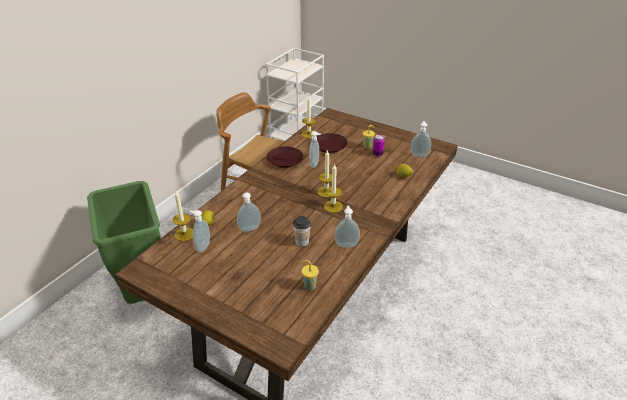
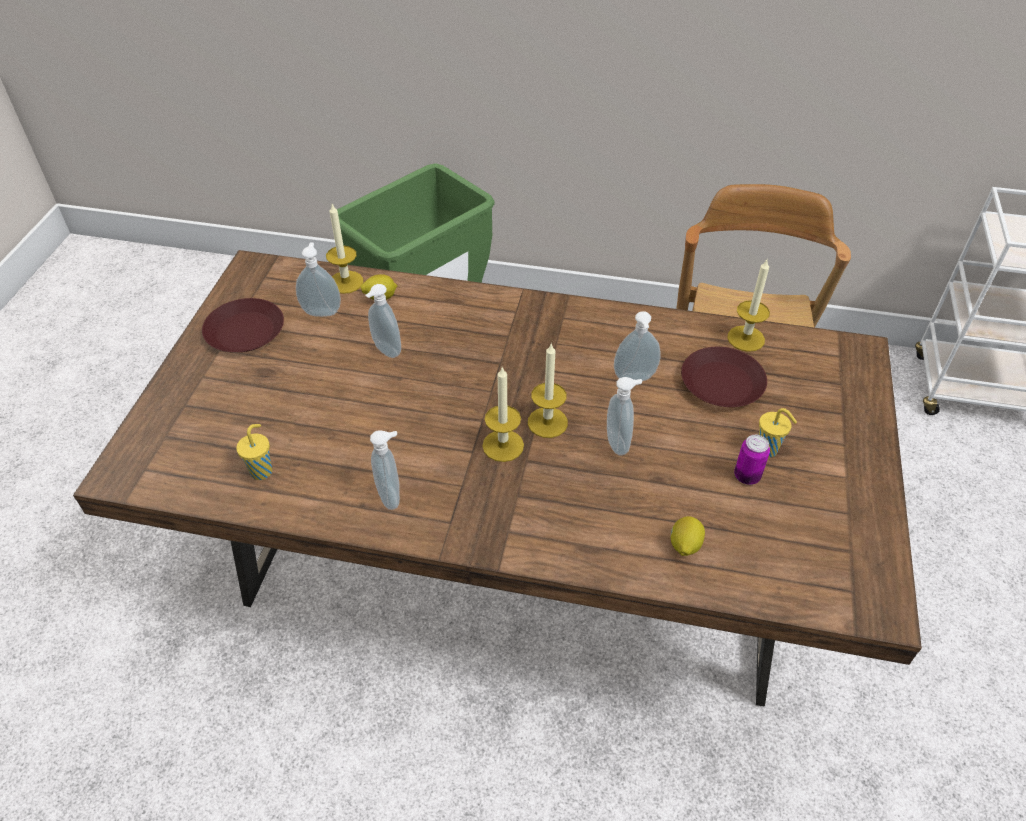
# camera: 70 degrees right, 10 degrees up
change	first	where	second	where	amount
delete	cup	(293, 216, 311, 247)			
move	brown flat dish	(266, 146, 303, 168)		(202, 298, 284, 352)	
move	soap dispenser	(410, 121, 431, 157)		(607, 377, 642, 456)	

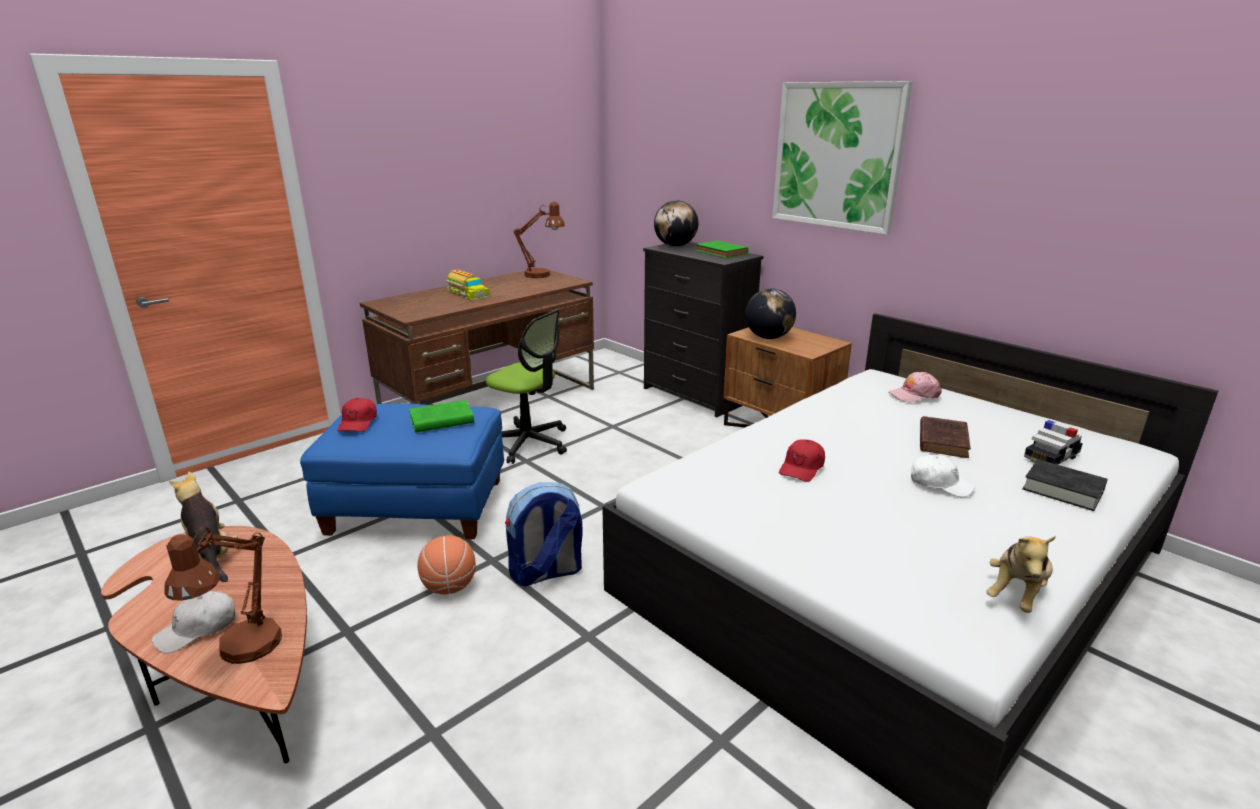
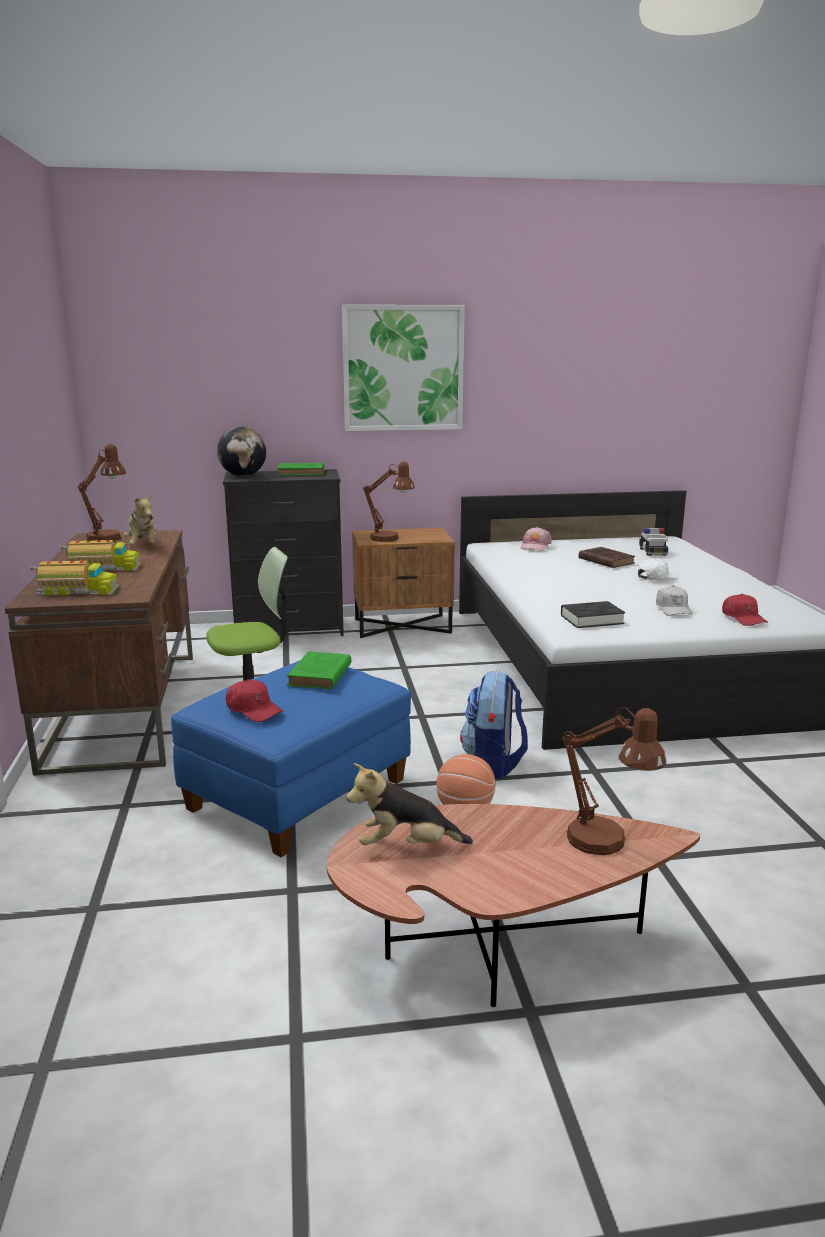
# camera: 55 degrees left, 5 degrees down
change	first	where	second	where	amount
insert			model truck	(30, 561, 118, 596)	
move	whitish peaked cap	(152, 591, 235, 653)		(656, 585, 693, 616)	
move	red peaked cap	(779, 439, 825, 482)		(722, 594, 768, 626)	
move	soft toy	(987, 536, 1056, 613)		(123, 494, 157, 544)	
move	black-coloured volume	(1022, 459, 1108, 511)		(561, 601, 625, 628)	
replace	world globe	(745, 288, 796, 339)	brown table lamp	(363, 461, 415, 542)	

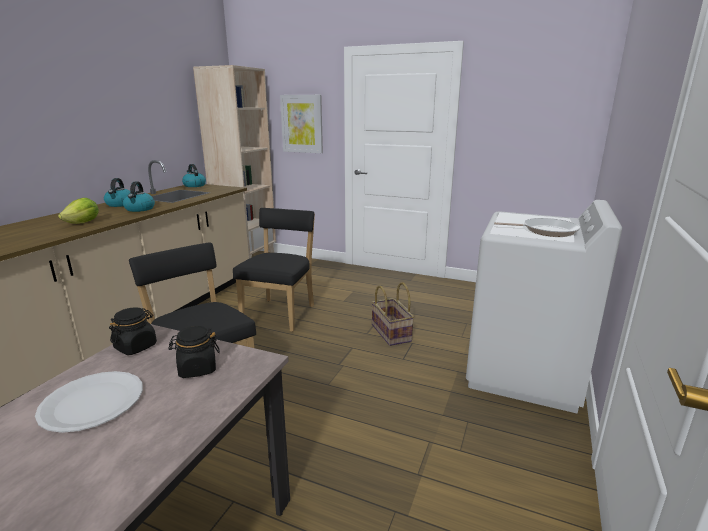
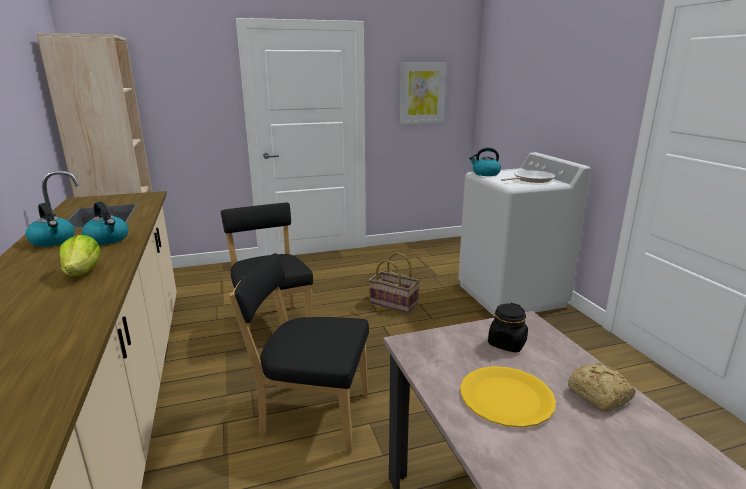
# camera: 40 degrees left, 0 degrees up
change	first	where	second	where	amount
delete	black-coloured storage jar	(109, 307, 157, 355)			
insert			bread	(568, 363, 635, 412)	
move	tea kettle	(182, 164, 206, 187)		(469, 147, 501, 176)	
move	wall picture	(280, 95, 323, 153)		(400, 62, 447, 124)	
recolor	whitish flat dish	(35, 371, 143, 433)	yellow flat dish	(460, 366, 556, 427)	

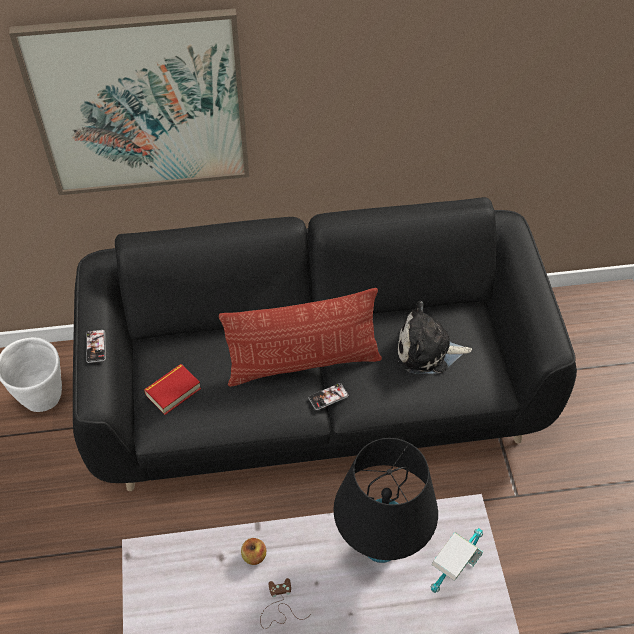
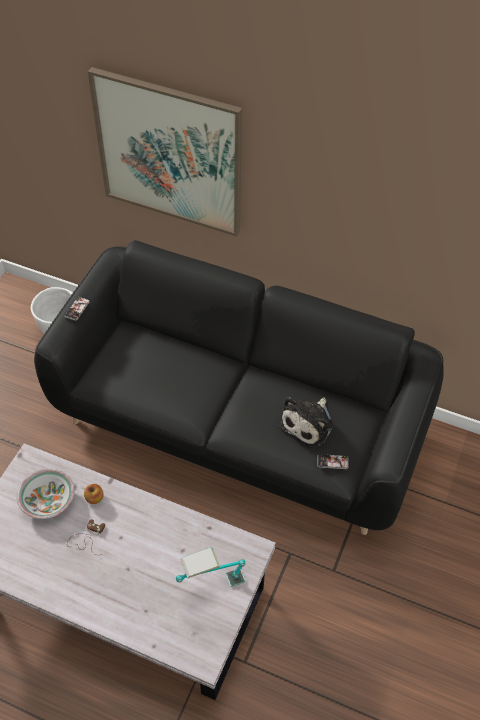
# camera: 30 degrees right, 0 degrees up
change	first	where	second	where	amount
delete	volume	(144, 364, 201, 415)			
delete	pillow	(219, 288, 382, 387)			
delete	black-coloured table lamp	(333, 438, 438, 563)			
insert			bowl	(17, 468, 75, 519)	
move	telephone	(308, 383, 348, 410)		(317, 454, 348, 469)	
rotate	soft toy	(398, 301, 472, 374)		(279, 397, 334, 448)	90 degrees counterclockwise

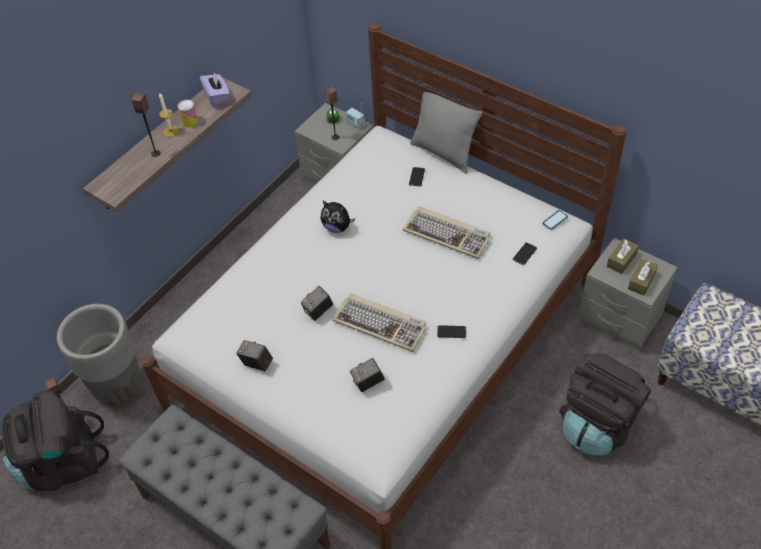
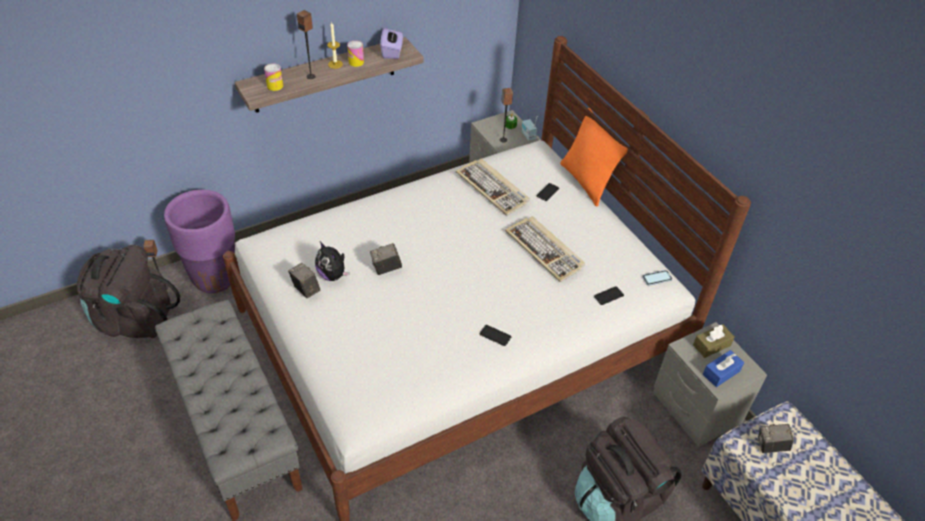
# camera: 20 degrees right, 5 degrees down
change	first	where	second	where	amount
insert			sealed can	(264, 63, 283, 91)	
move	soft toy	(320, 201, 355, 233)		(315, 242, 349, 281)	
move	keyboard	(333, 293, 426, 352)		(456, 159, 530, 216)	
move	photo camera	(350, 358, 385, 392)		(757, 424, 794, 453)	
recolor	grey planter	(57, 304, 141, 406)	purplish planter	(164, 189, 235, 293)	
recolor	grey pillow	(410, 83, 482, 173)	orangey pillow	(560, 108, 628, 207)	
recolor	brown tissue box	(628, 259, 658, 296)	bluish tissue box	(703, 350, 744, 387)	

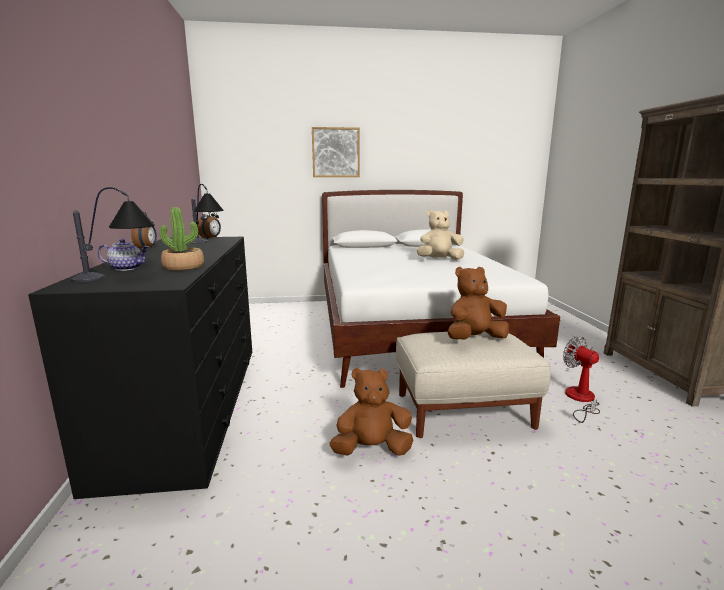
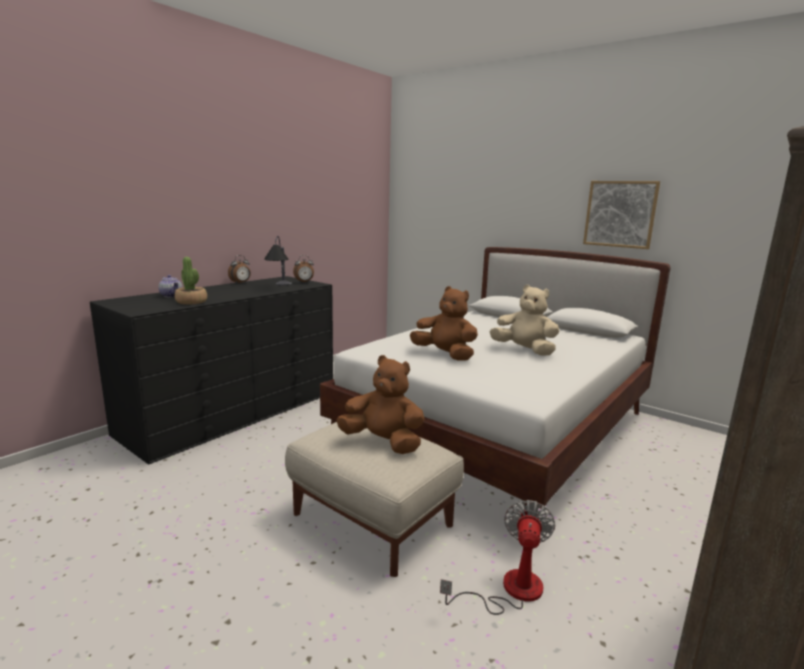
# camera: 45 degrees right, 0 degrees up
change	first	where	second	where	amount
delete	table lamp	(70, 187, 155, 282)			
move	wall picture	(312, 127, 360, 177)		(583, 181, 660, 249)	
move	brown soft toy	(330, 368, 413, 456)		(410, 286, 478, 361)	

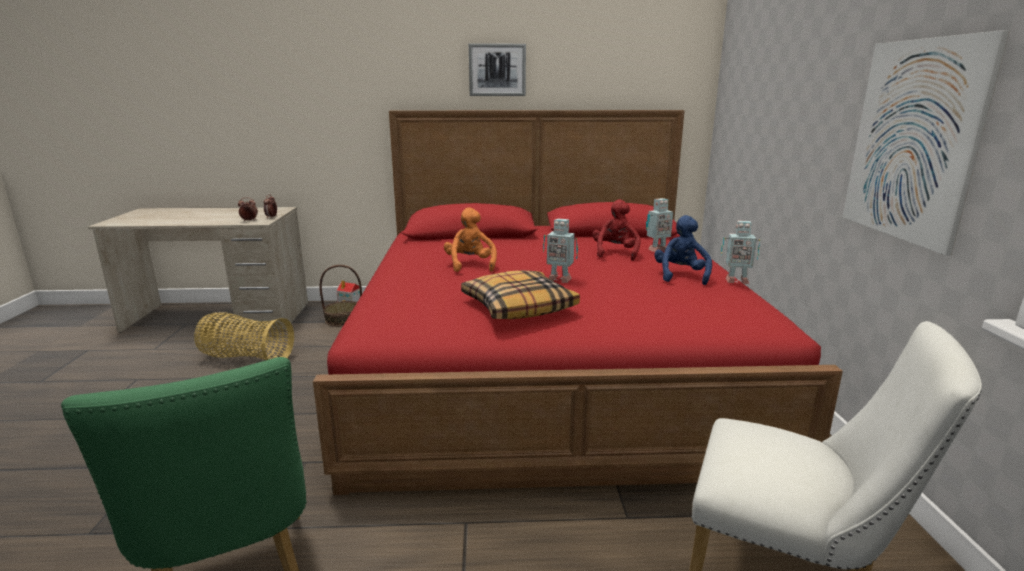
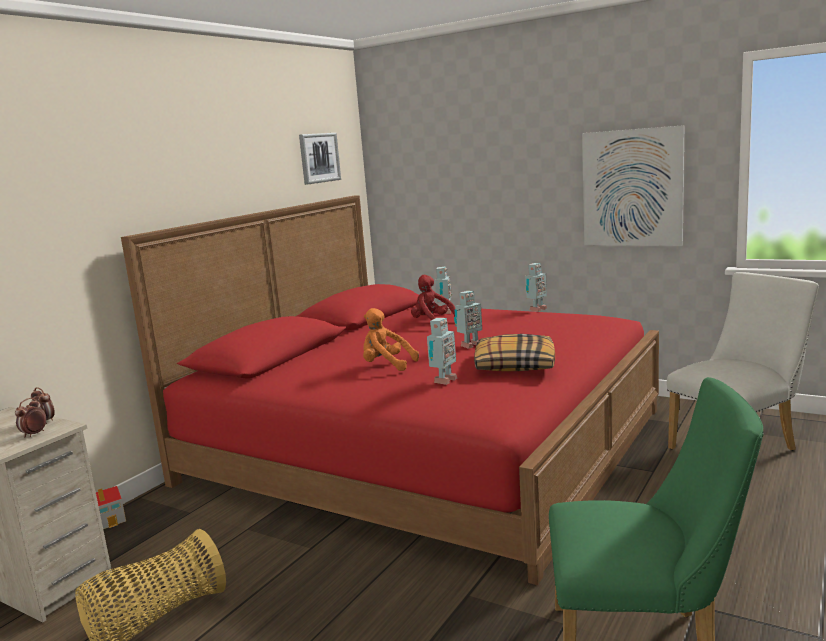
# camera: 55 degrees left, 5 degrees down
change	first	where	second	where	amount
delete	household basket	(320, 265, 362, 327)			
delete	bluish soft toy	(654, 215, 712, 285)			
insert			model robot	(427, 318, 457, 385)	
move	wall picture	(469, 44, 526, 96)		(299, 133, 341, 185)	

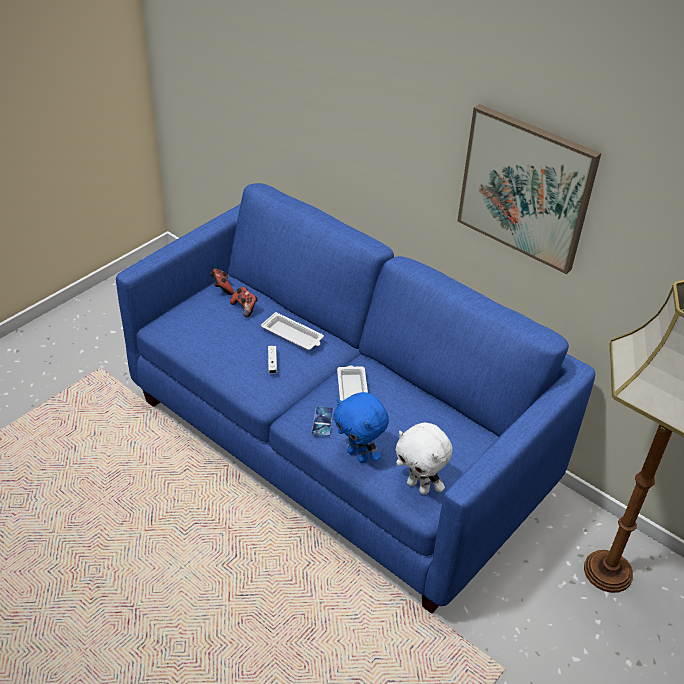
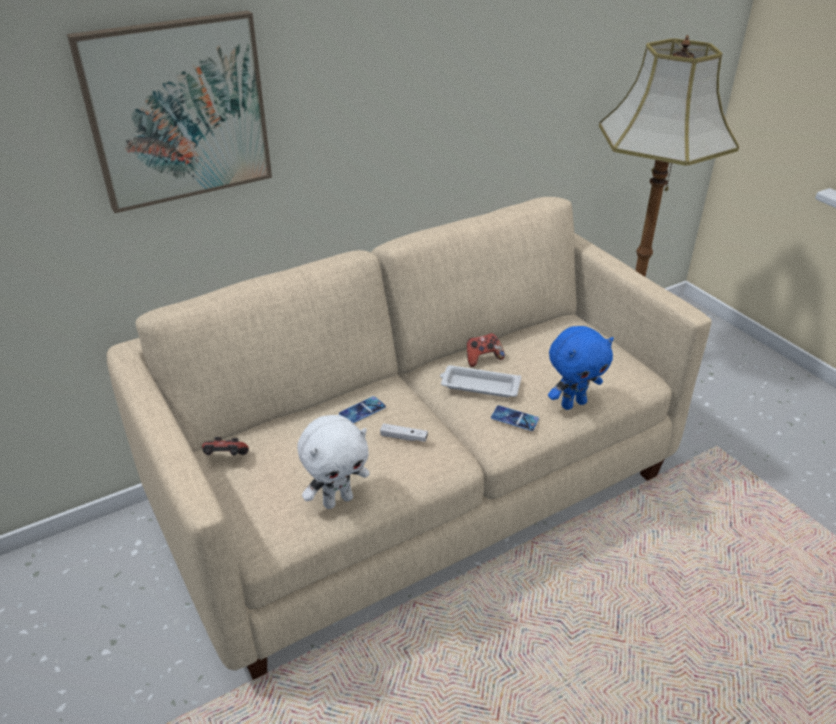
# camera: 70 degrees left, 5 degrees down
change	first	where	second	where	amount
move	game controller	(230, 287, 258, 318)		(467, 333, 505, 367)	
move	whitish soft toy	(396, 423, 453, 495)		(297, 415, 370, 509)	
move	wall picture	(457, 104, 601, 274)		(67, 11, 272, 213)	
replace	whitish serving tray	(261, 312, 324, 350)	telephone	(339, 396, 386, 423)	
recolor	bluish couch	(116, 183, 595, 614)	beige couch	(107, 197, 712, 680)	

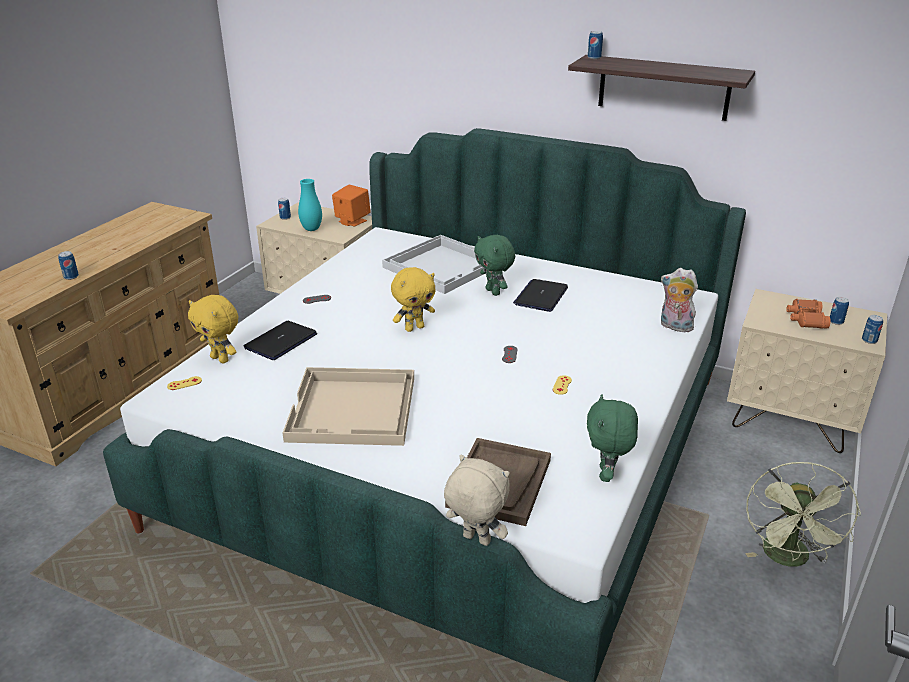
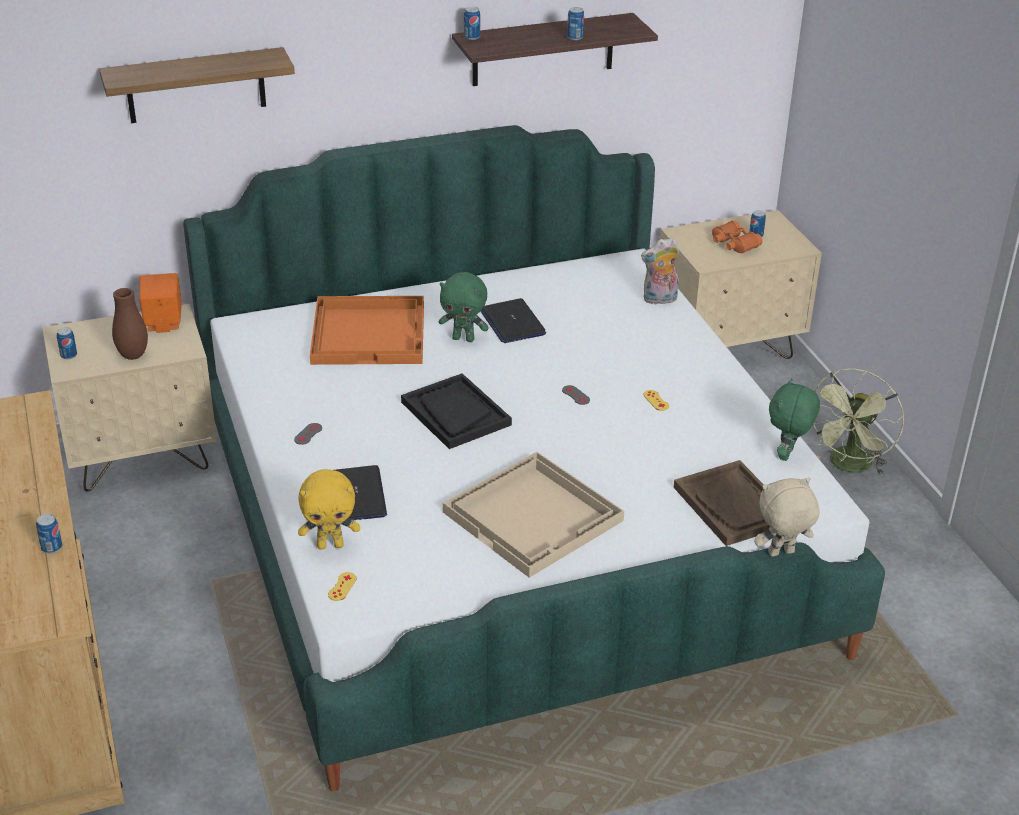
# camera: 45 degrees left, 5 degrees up
change	first	where	second	where	amount
insert			wall shelf	(99, 47, 295, 123)	
move	sealed can	(862, 315, 883, 344)		(567, 7, 584, 40)	
replace	yellow soft toy	(391, 267, 435, 332)	black-coloured serving tray	(401, 373, 512, 449)	
recolor	turquoise-coloured decorative vase	(298, 179, 322, 231)	brown decorative vase	(112, 288, 148, 360)	
recolor	whitish serving tray	(382, 235, 484, 294)	orangey serving tray	(310, 296, 424, 365)	
rotate	green-coloured soft toy	(587, 394, 638, 482)		(769, 378, 820, 461)	60 degrees clockwise
rotate	green-coloured fan	(745, 462, 861, 567)		(813, 369, 904, 475)	60 degrees clockwise

